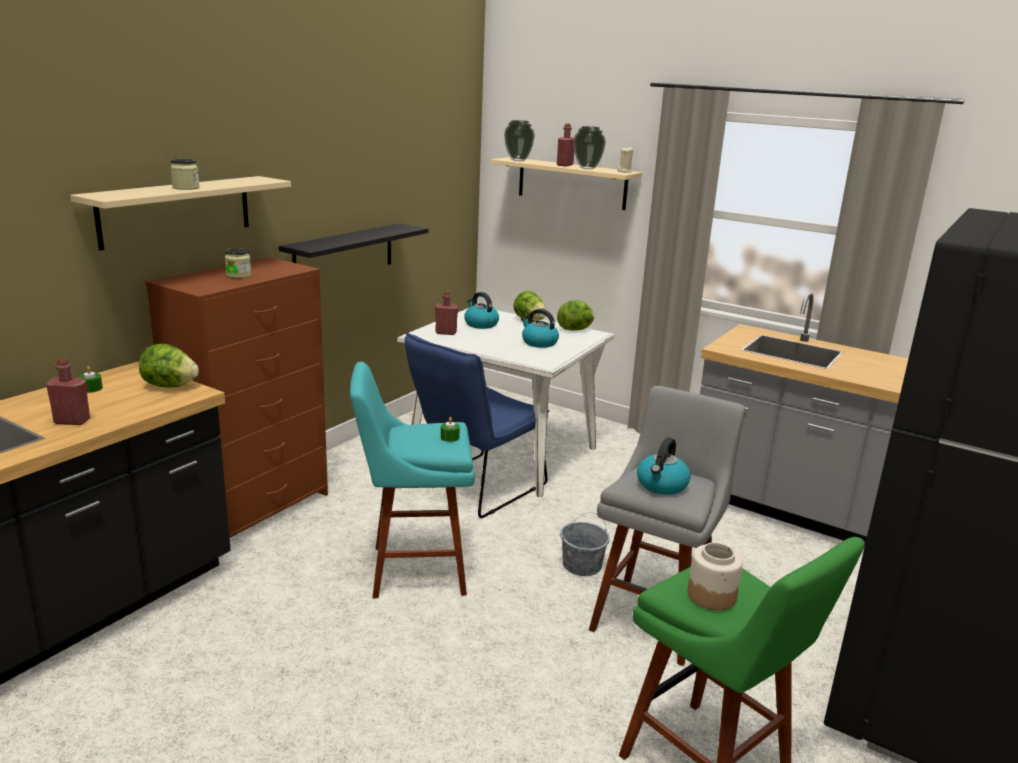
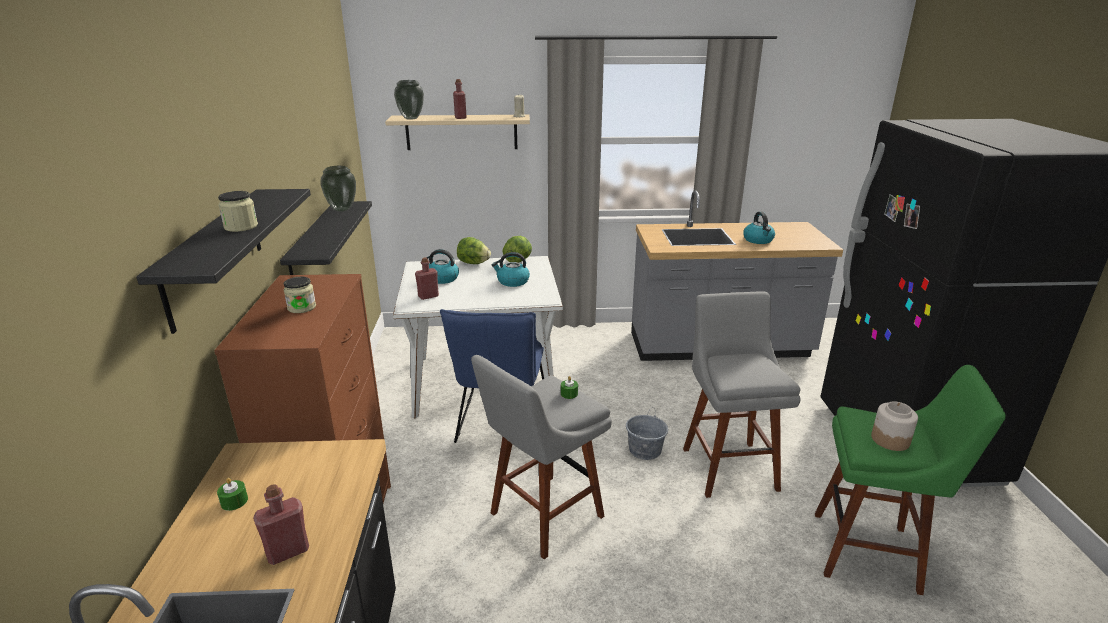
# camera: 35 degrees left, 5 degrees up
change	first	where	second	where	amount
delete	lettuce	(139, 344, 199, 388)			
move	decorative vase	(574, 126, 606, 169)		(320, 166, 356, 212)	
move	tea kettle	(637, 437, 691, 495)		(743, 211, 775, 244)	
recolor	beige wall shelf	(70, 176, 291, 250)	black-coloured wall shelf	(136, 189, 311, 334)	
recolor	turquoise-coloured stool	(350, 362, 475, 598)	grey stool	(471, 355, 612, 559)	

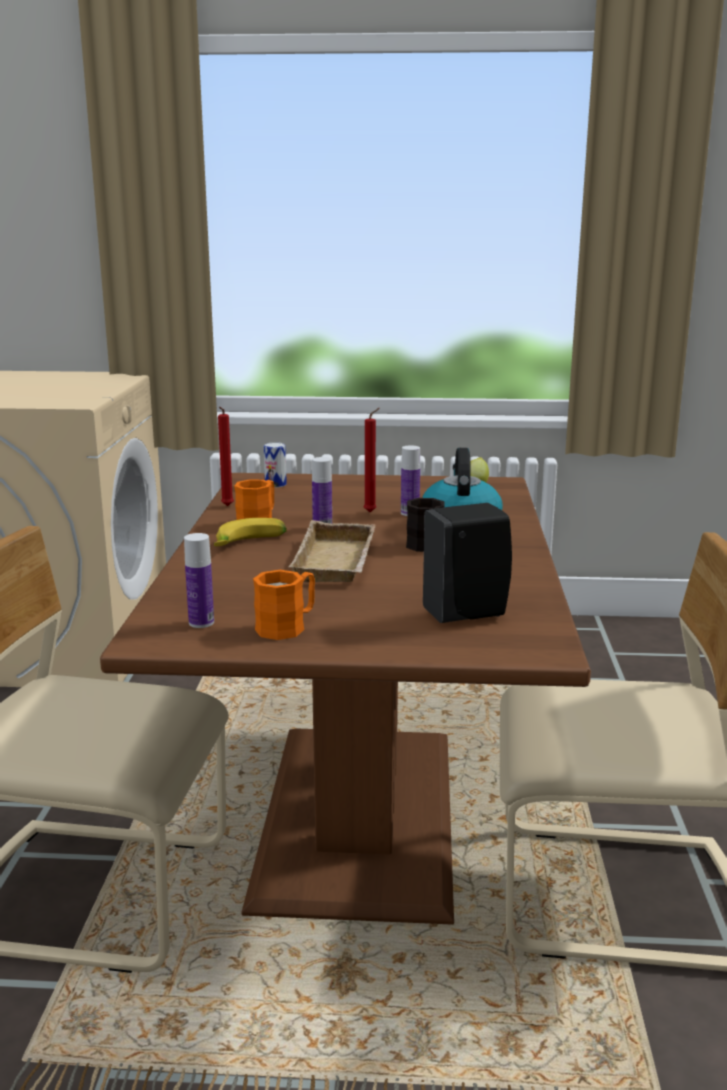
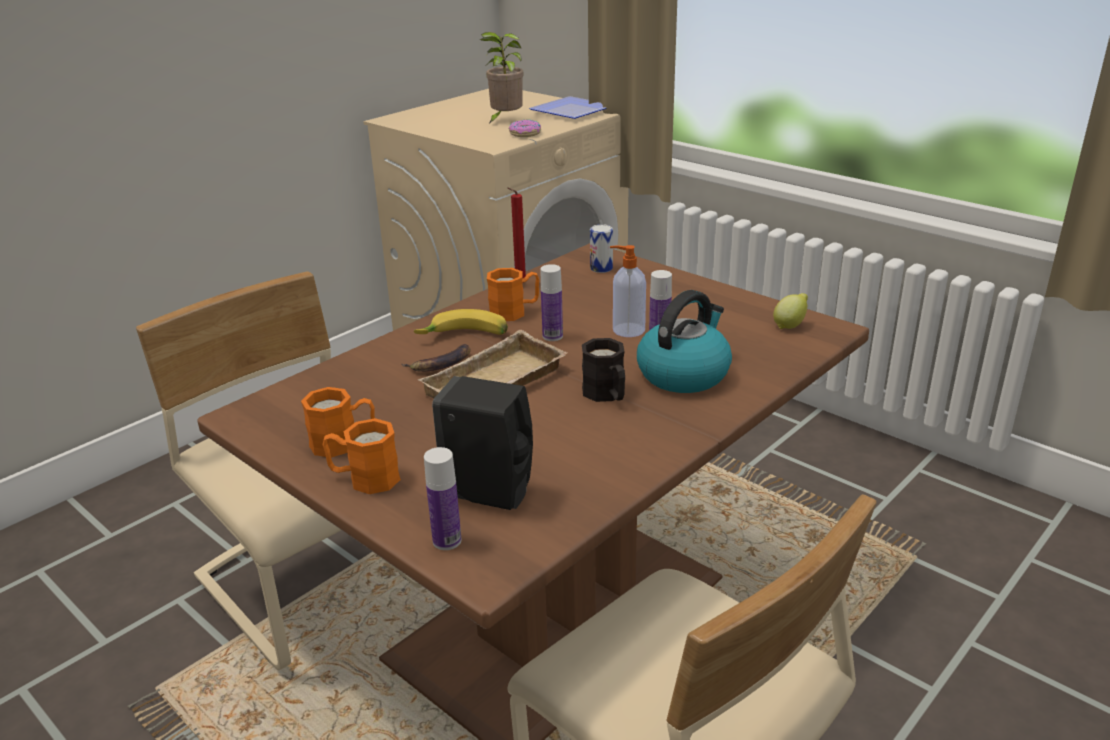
# camera: 40 degrees right, 10 degrees up
change	first	where	second	where	amount
insert			orangey coffee mug	(323, 418, 401, 494)	
insert			banana	(402, 344, 471, 372)	
insert			potted plant	(480, 32, 523, 125)	
insert			doughnut	(509, 120, 541, 137)	
insert			flat dish	(529, 96, 606, 119)	
move	beverage bottle	(184, 533, 214, 628)		(424, 447, 462, 550)	
replace	red wax light	(364, 408, 380, 512)	soap dispenser	(610, 245, 646, 337)	

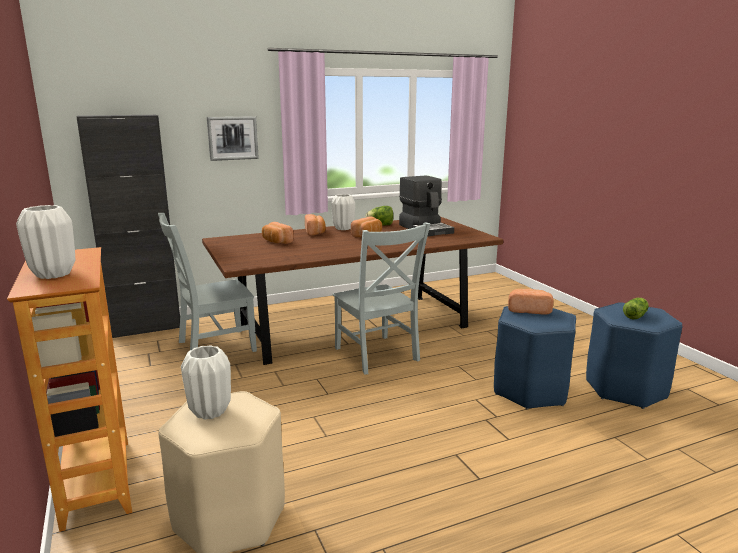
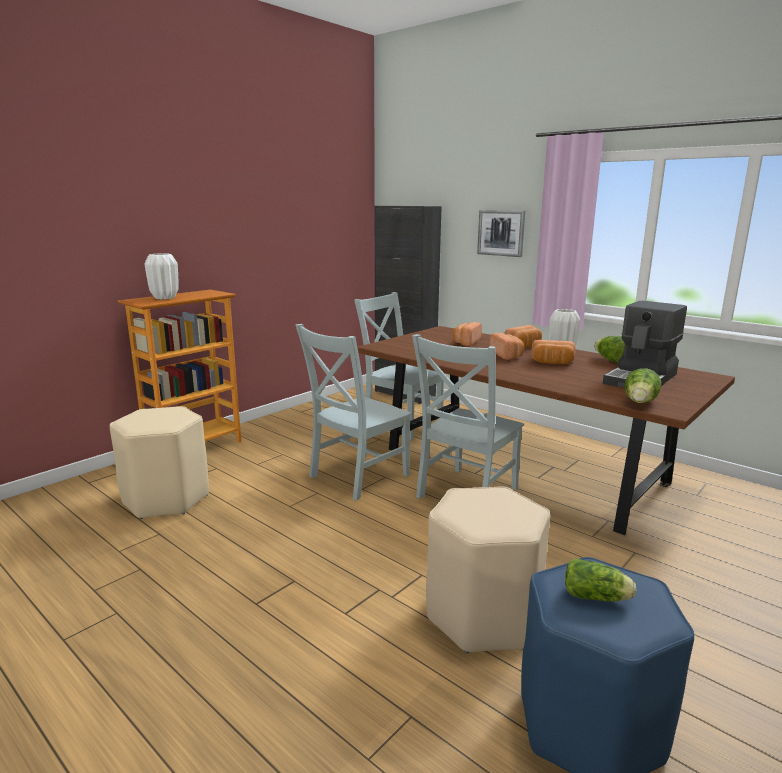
# camera: 65 degrees right, 0 degrees up
change	first	where	second	where	amount
delete	whitish decorative vase	(181, 345, 231, 420)			
insert			grey plain chair	(295, 324, 412, 501)	
insert			lettuce	(625, 368, 661, 403)	
move	bread	(508, 289, 554, 315)		(490, 333, 524, 360)	
recolor	bluish stool	(494, 306, 576, 410)	beige stool	(426, 486, 550, 653)	

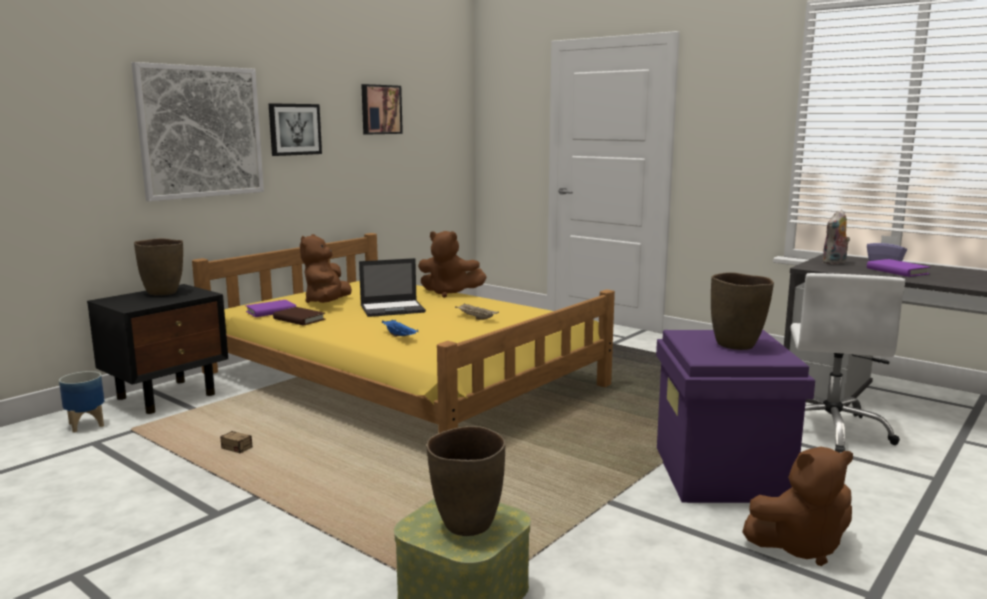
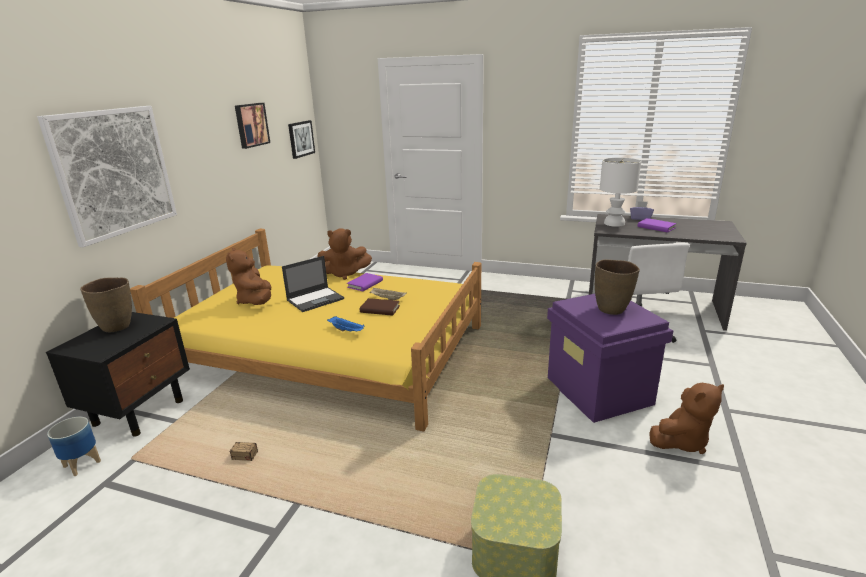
# camera: 20 degrees left, 10 degrees up
change	first	where	second	where	amount
delete	brown decorative vase	(426, 426, 506, 536)			
move	purplish volume	(245, 300, 296, 317)		(347, 273, 383, 291)	
move	wall picture	(268, 103, 322, 156)		(288, 120, 315, 159)	
move	brown volume	(273, 307, 326, 326)		(360, 298, 400, 316)	
replace	soft toy	(823, 210, 850, 264)	whitish table lamp	(600, 158, 641, 227)	

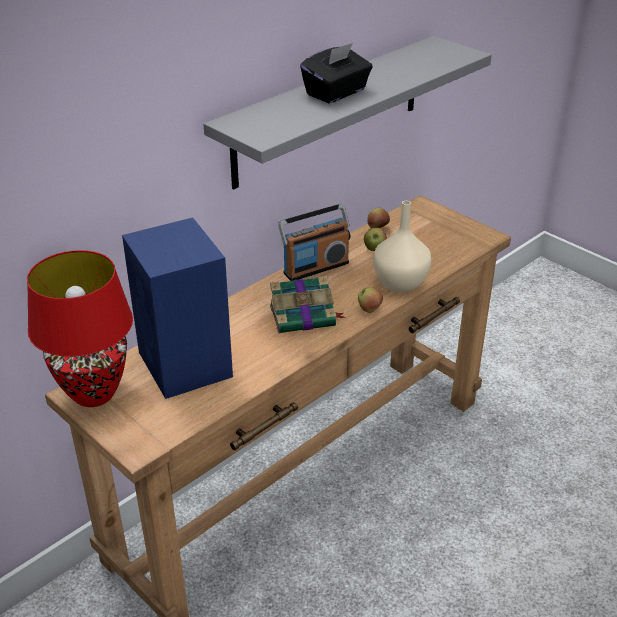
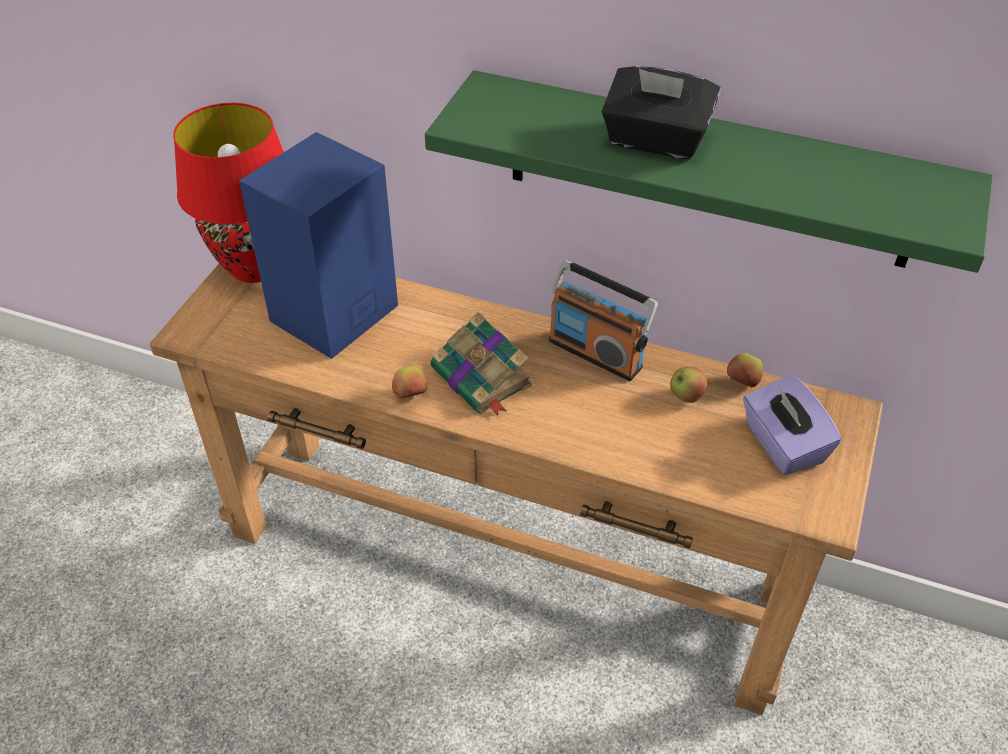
# camera: 65 degrees right, 10 degrees up
change	first	where	second	where	amount
delete	beige decorative vase	(373, 201, 431, 292)			
insert			purplish tissue box	(743, 374, 842, 475)	
move	apple fruit	(358, 287, 383, 313)		(392, 366, 428, 398)	
recolor	grey wall shelf	(203, 36, 492, 189)	green-coloured wall shelf	(425, 70, 993, 273)	

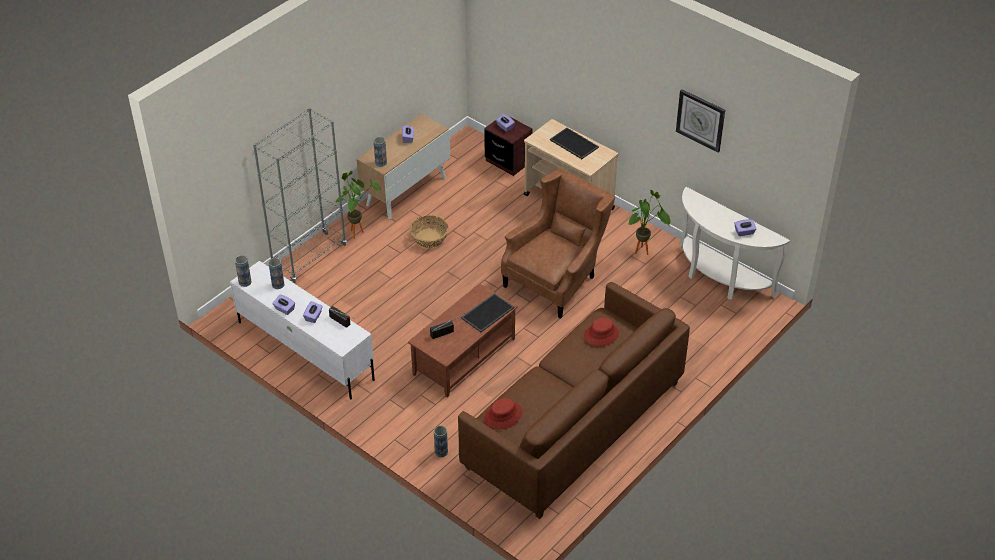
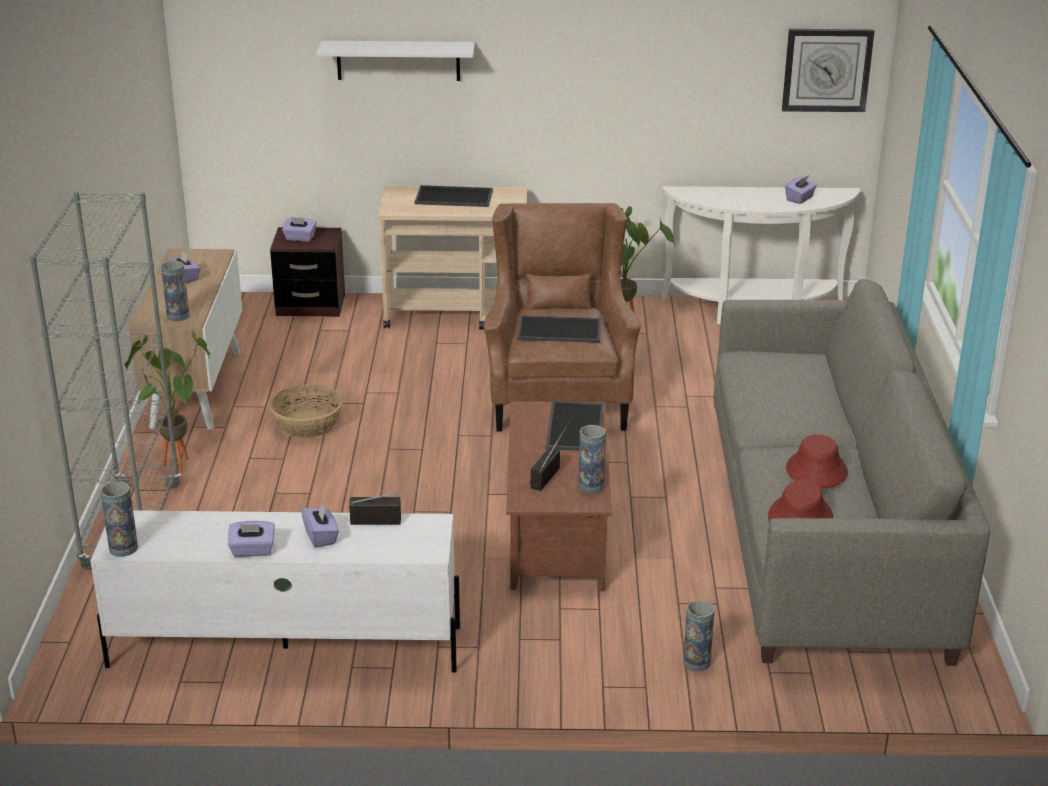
# camera: 40 degrees left, 15 degrees down
change	first	where	second	where	amount
insert			whitish wall shelf	(316, 41, 475, 81)	
insert			serving tray	(517, 315, 601, 343)	
move	decorative vase	(268, 258, 284, 289)		(578, 425, 606, 493)	
move	red wearable hat	(584, 318, 619, 347)		(786, 434, 848, 488)	
move	wall clock	(676, 89, 725, 152)		(782, 29, 874, 112)	
recolor	brown couch	(458, 282, 690, 519)	grey couch	(713, 279, 990, 666)	

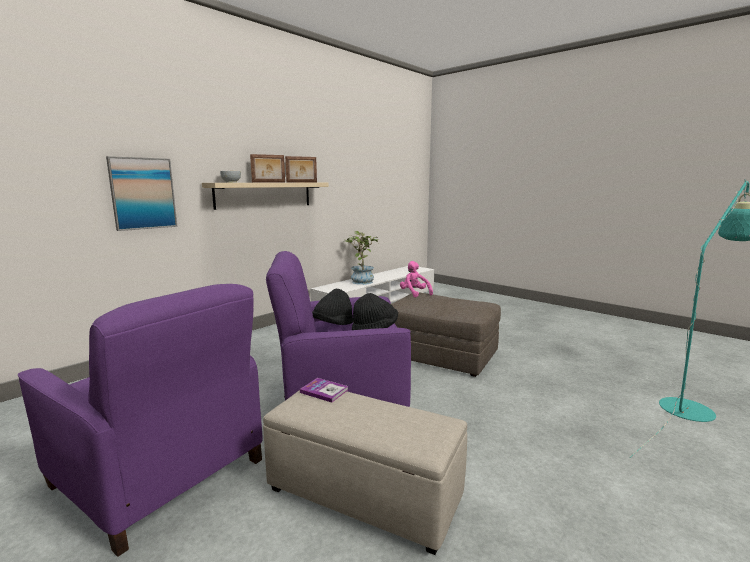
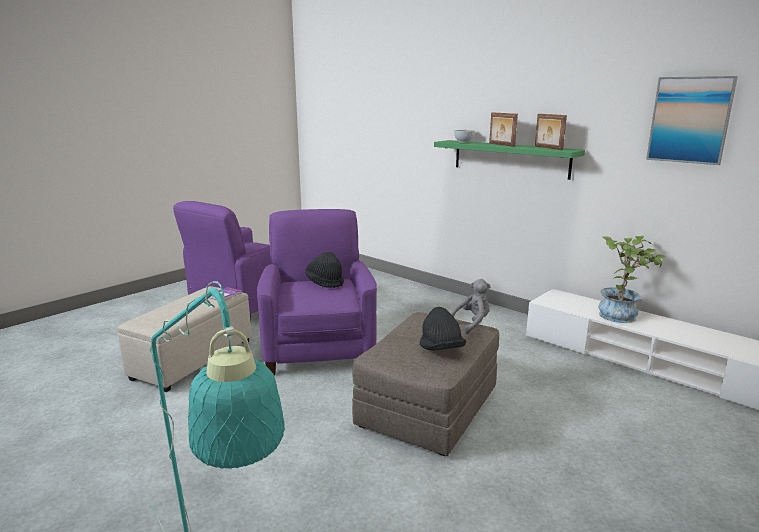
# camera: 90 degrees right, 5 degrees up
change	first	where	second	where	amount
move	wall picture	(106, 156, 177, 231)		(646, 76, 738, 165)	
move	black-coloured wearable hat	(352, 293, 398, 330)		(420, 307, 466, 350)	
recolor	beige wall shelf	(202, 183, 329, 210)	green-coloured wall shelf	(434, 140, 585, 180)	
recolor	pinkish soft toy	(400, 261, 433, 297)	grey soft toy	(451, 279, 491, 334)	

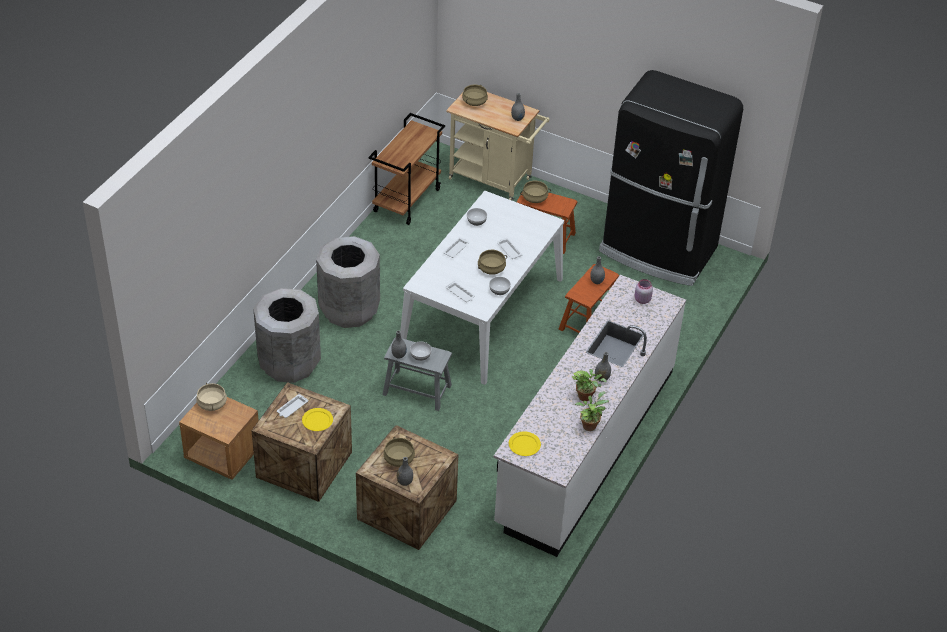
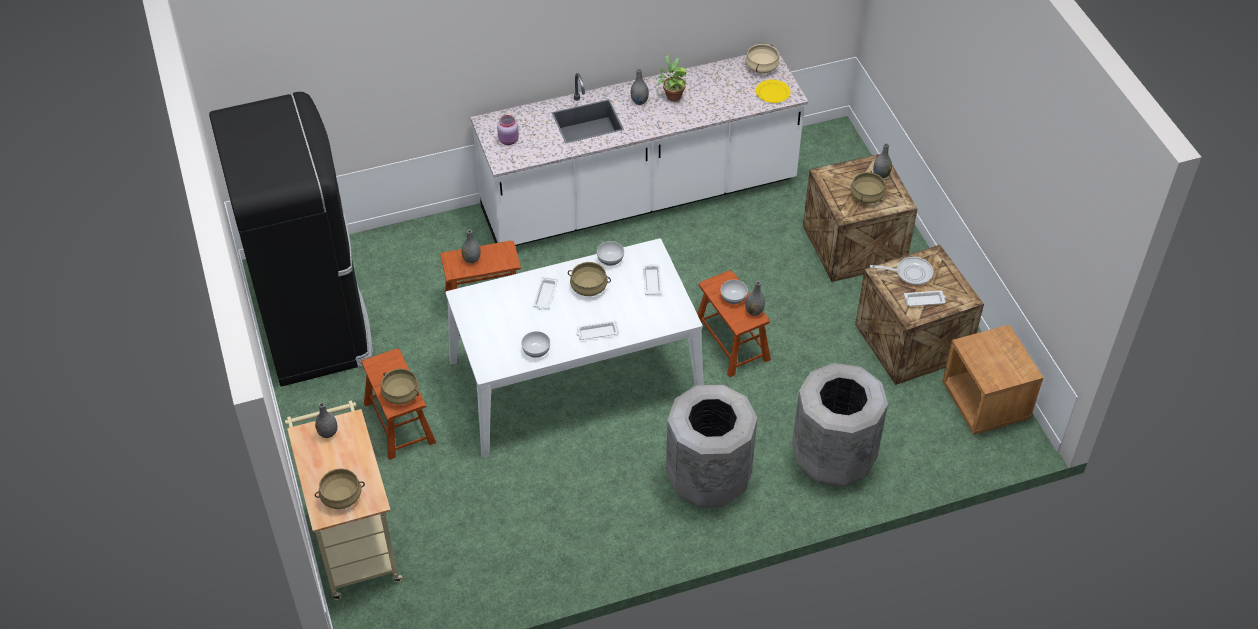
# camera: 135 degrees left, 5 degrees up
change	first	where	second	where	amount
delete	brown cart	(369, 113, 445, 225)			
delete	potted plant	(575, 392, 609, 431)			
move	beige saucepot	(196, 383, 227, 411)		(746, 44, 779, 73)	
replace	yellow flat dish	(302, 408, 333, 431)	pan	(870, 257, 933, 285)	
recolor	grey stool	(383, 337, 452, 411)	brown stool	(697, 271, 771, 377)	

